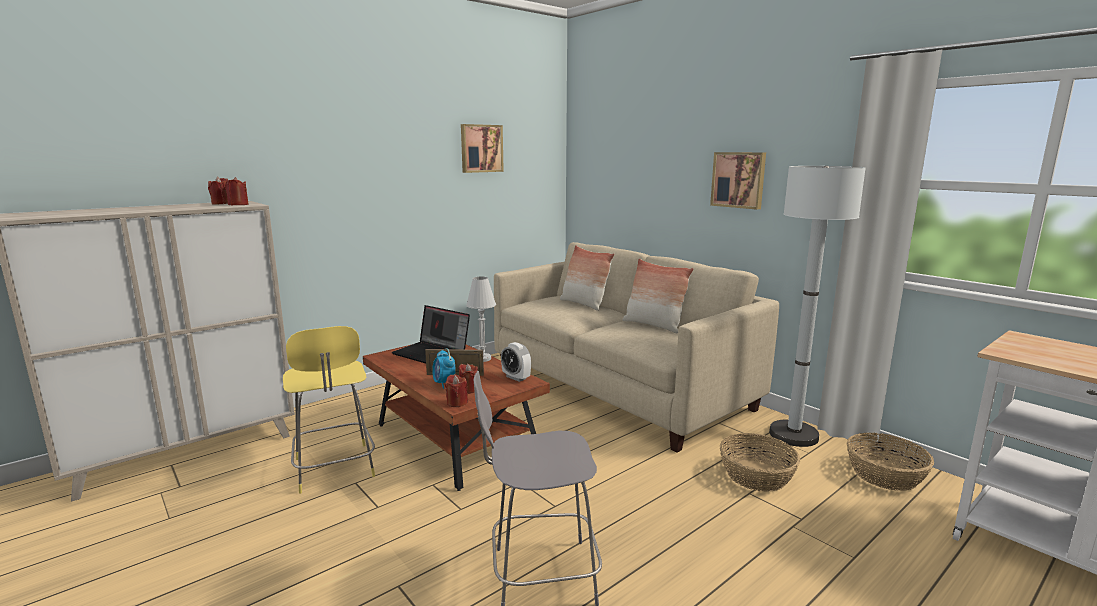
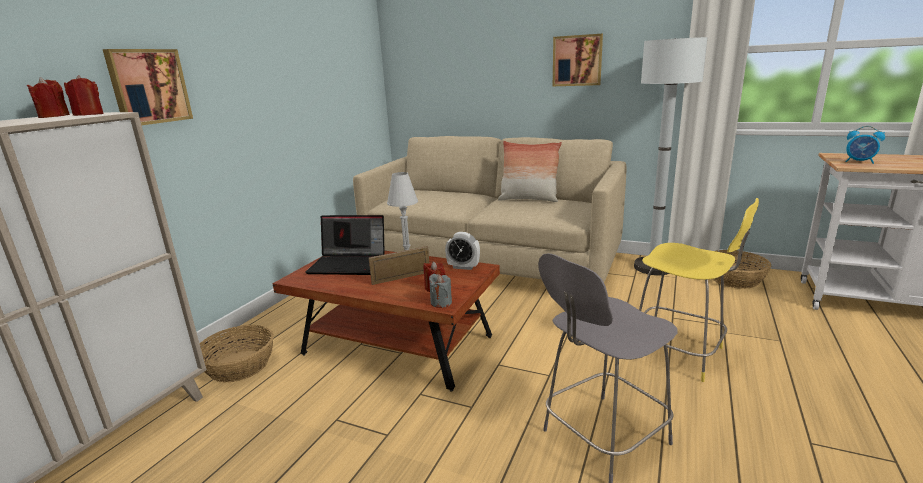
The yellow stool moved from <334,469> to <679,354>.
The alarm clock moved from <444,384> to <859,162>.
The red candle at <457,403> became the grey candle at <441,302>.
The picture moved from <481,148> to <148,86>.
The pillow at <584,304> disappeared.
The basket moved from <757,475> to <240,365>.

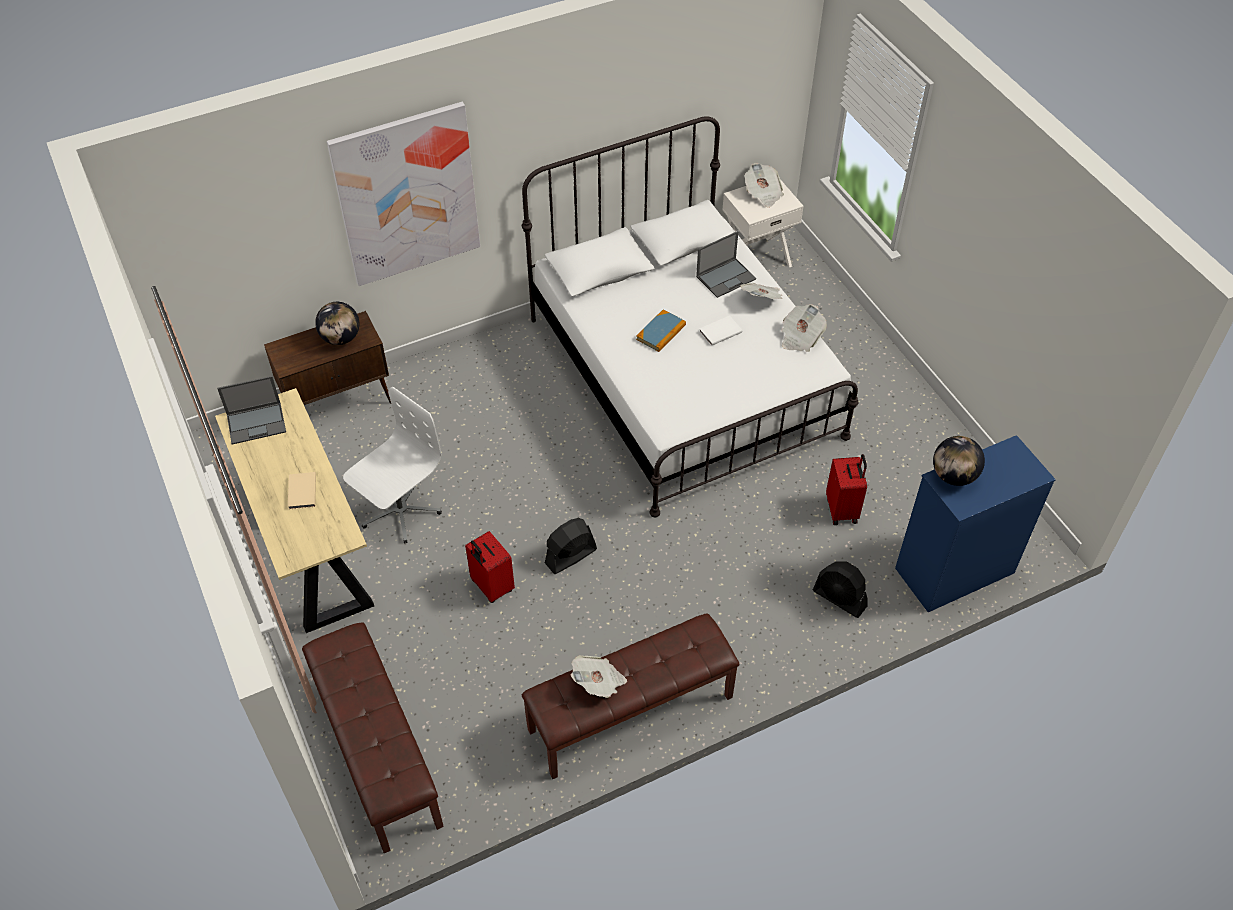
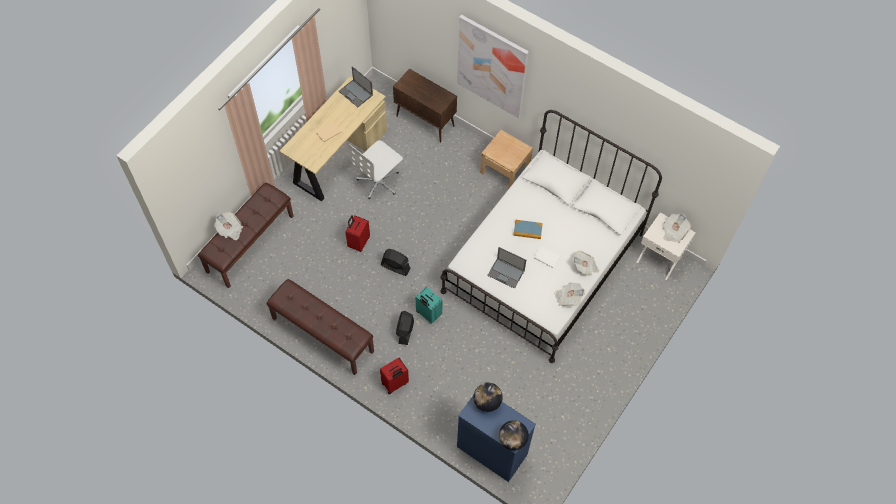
The globe moved from <341,338> to <512,440>.
The white office chair at <400,510> turned 120 degrees clockwise.
The newspaper moved from <599,683> to <230,230>.
The laptop moved from <726,277> to <506,273>.
The black fan moved from <839,599> to <405,331>.
The red suitcase moved from <842,510> to <395,384>.
The turquoise suitcase at <428,314> appeared.
The beige nightstand at <505,170> appeared.

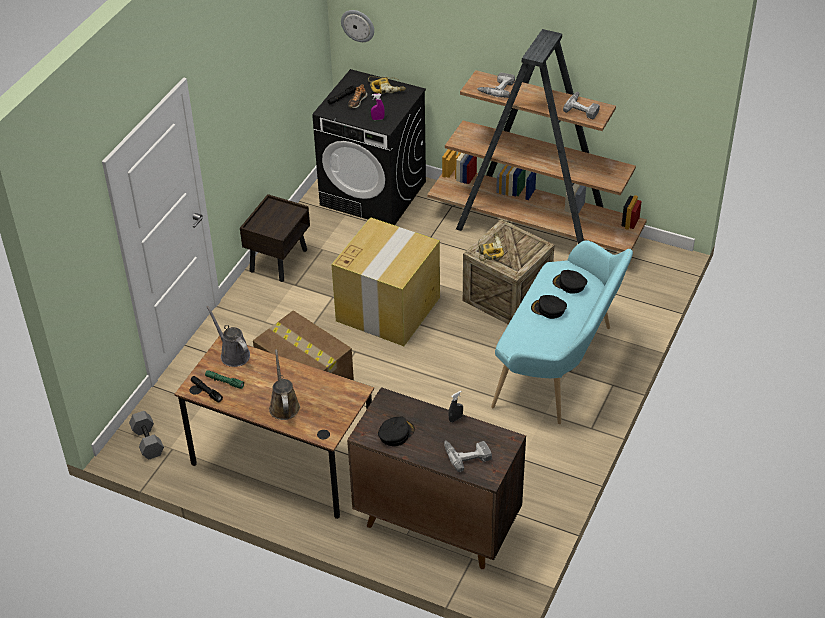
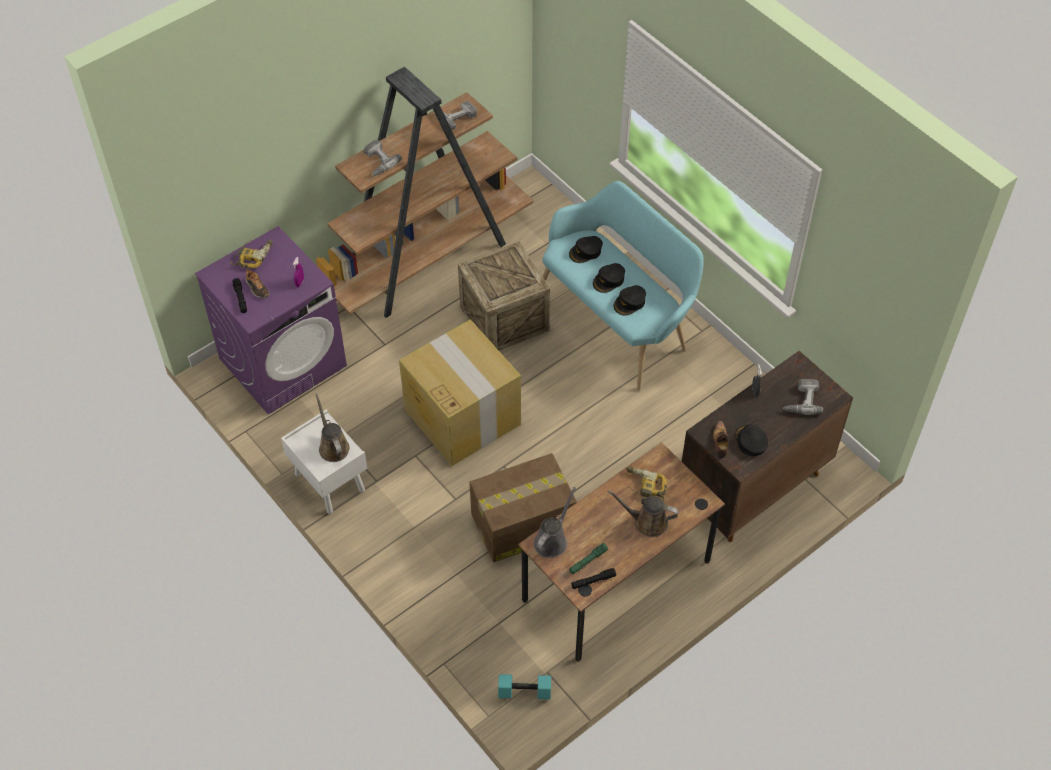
The grey dumbbell at <147,441> became the turquoise dumbbell at <524,692>.
The grey watering can at <233,354> turned 135 degrees clockwise.
The brown nightstand at <278,260> became the white nightstand at <329,482>.
The black washing machine at <374,193> became the purple washing machine at <283,361>.
The wall clock at <358,25> disappeared.
The power drill moved from <489,250> to <645,486>.
The brown watering can at <333,446> appeared.
The black cap at <630,303> appeared.
The shoe at <720,442> appeared.

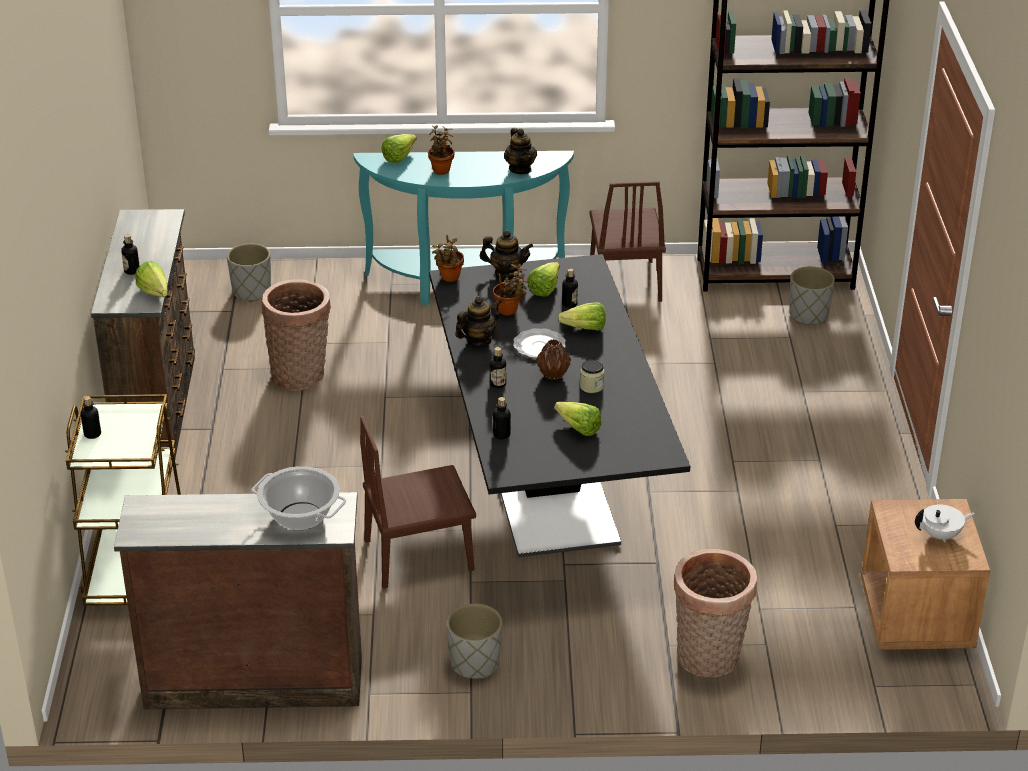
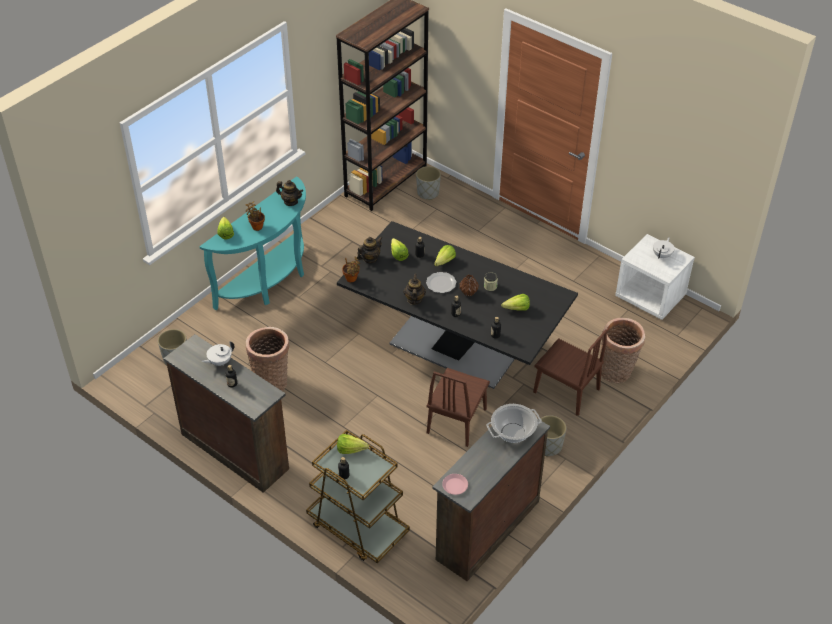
The lettuce moved from <155,295> to <353,451>.
The potted plant at <510,311> disappeared.
The brown chair moved from <625,281> to <566,390>.
The brown nightstand at <916,617> became the white nightstand at <650,297>.
The white teapot at <219,362> appeared.
The pink plate at <455,486> appeared.

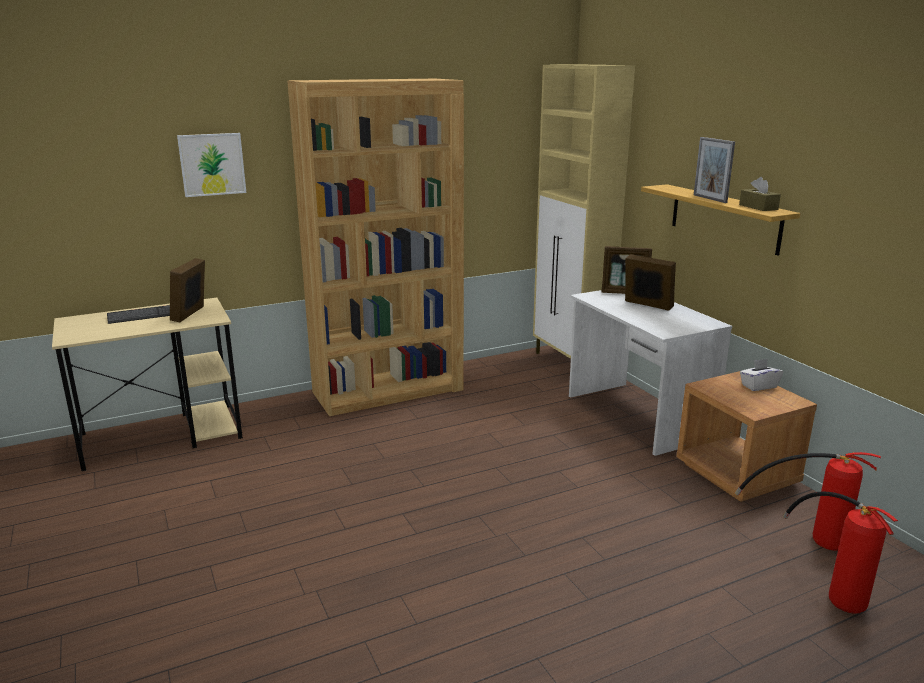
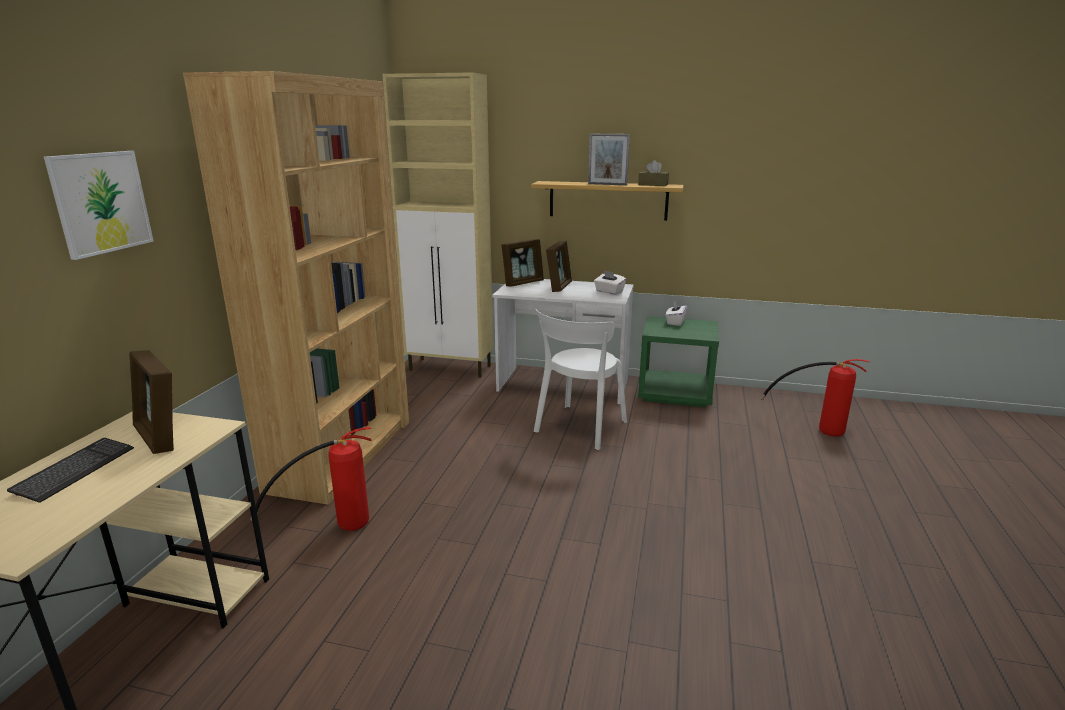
The picture frame at <647,305> turned 120 degrees clockwise.
The brown nightstand at <737,474> became the green nightstand at <675,393>.
The fire extinguisher moved from <808,536> to <334,526>.
The white chair at <578,428> appeared.
The white tissue box at <609,292> appeared.

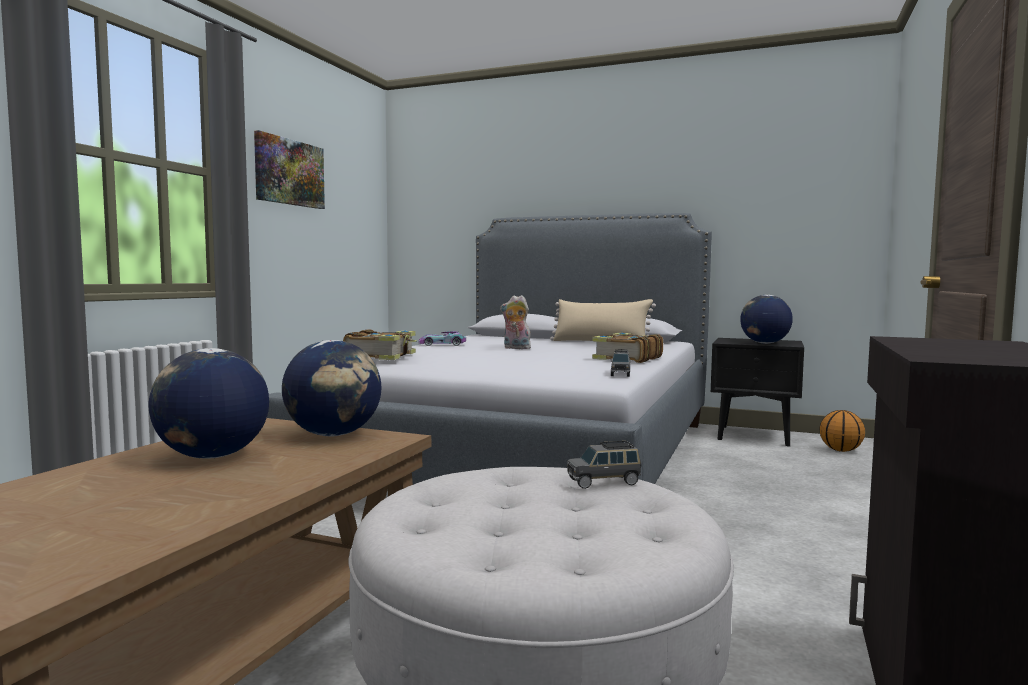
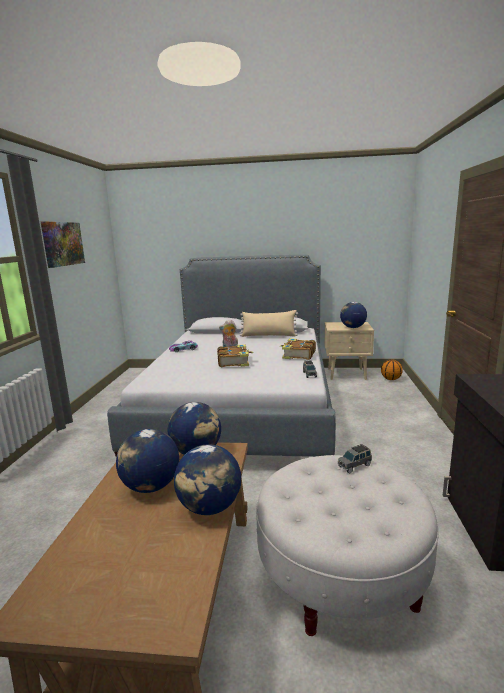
The book moved from <382,356> to <234,362>.
The black nightstand at <755,436> became the beige nightstand at <347,374>.
The globe at <210,507> appeared.

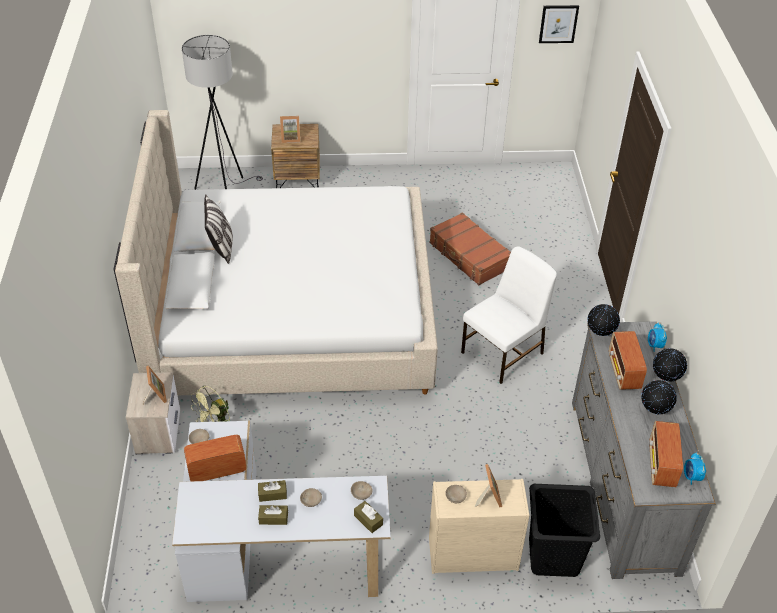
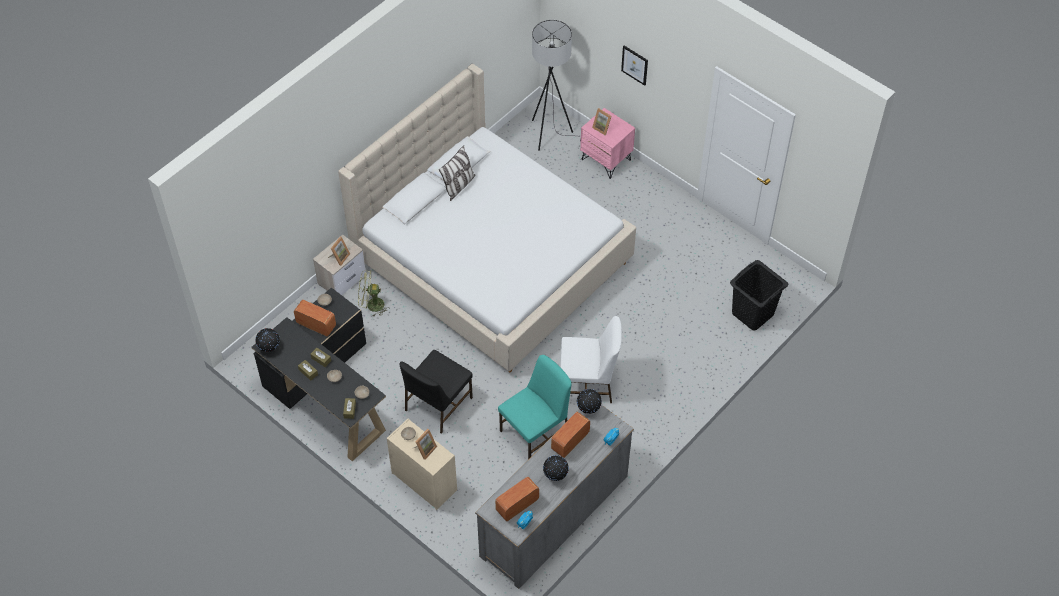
The white desk at <269,550> became the black desk at <327,392>.
The brown nightstand at <297,180> became the pink nightstand at <606,159>.
The brown suitcase at <469,256> disappeared.
The black laundry basket moved from <553,555> to <752,313>.
The picture moved from <558,24> to <635,65>.
The globe moved from <665,379> to <269,348>.
The black chair at <437,404> appeared.
The turquoise chair at <536,432> appeared.

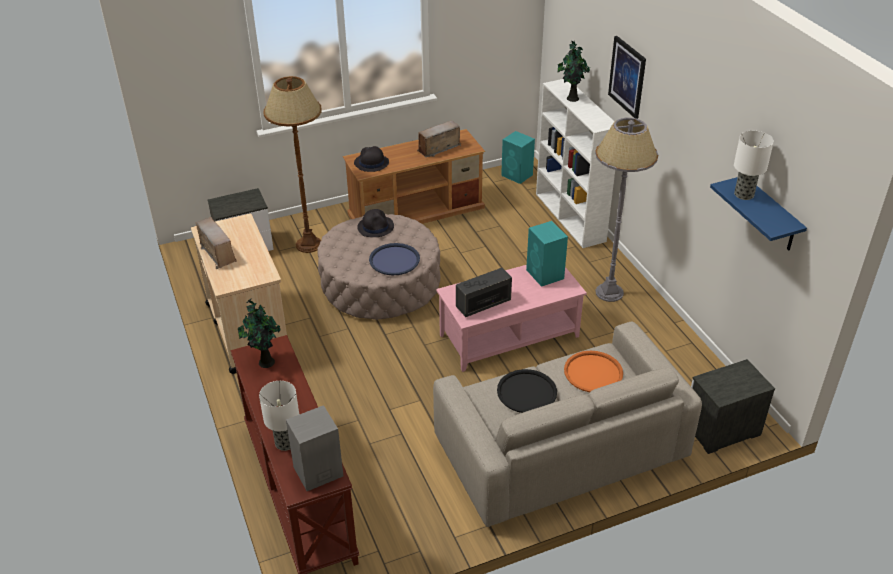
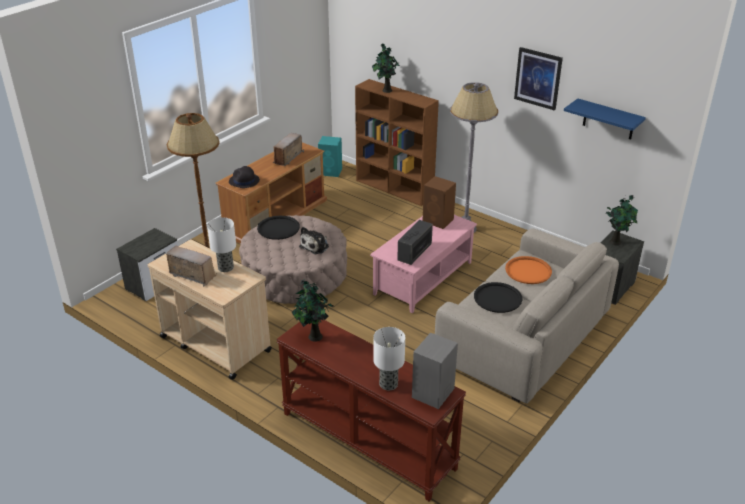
The black hat at <376,227> was replaced by the black tray at <278,228>.
The blue tray at <394,260> was replaced by the plush toy at <315,246>.
The turquoise speaker at <545,275> became the brown speaker at <438,221>.
The white bookcase at <570,217> became the brown bookcase at <395,189>.
The picture moved from <627,77> to <538,78>.
The table lamp moved from <744,194> to <226,267>.
The potted plant at <616,242> appeared.

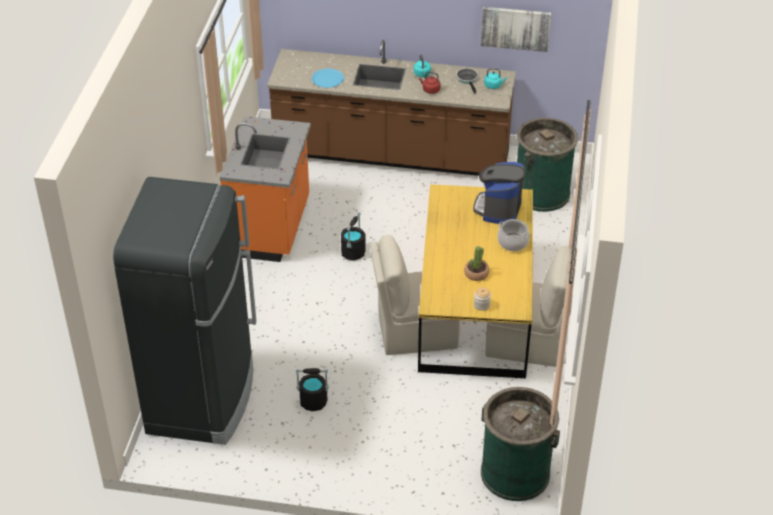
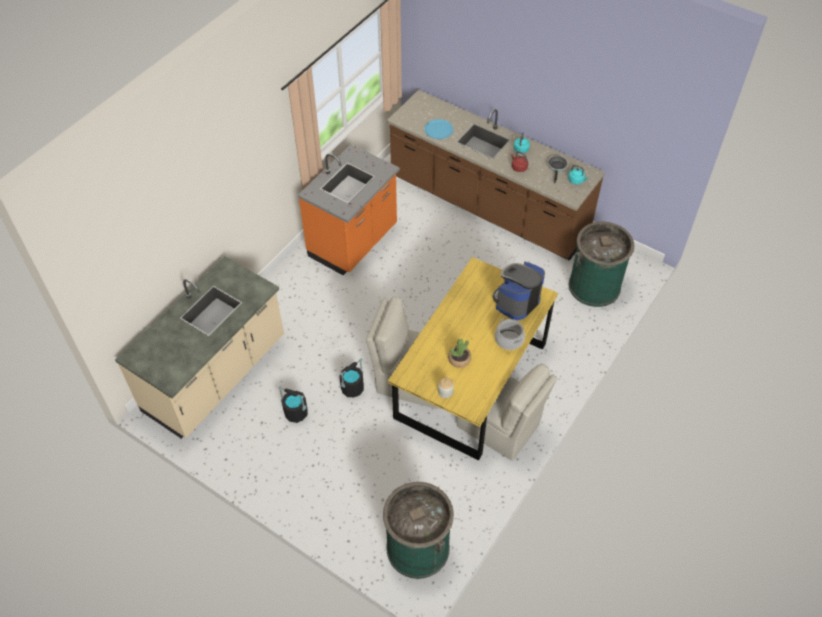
The black fridge at <202,398> was replaced by the beige counter at <216,375>.
The black bucket moved from <353,253> to <352,388>.
The picture at <515,28> disappeared.

